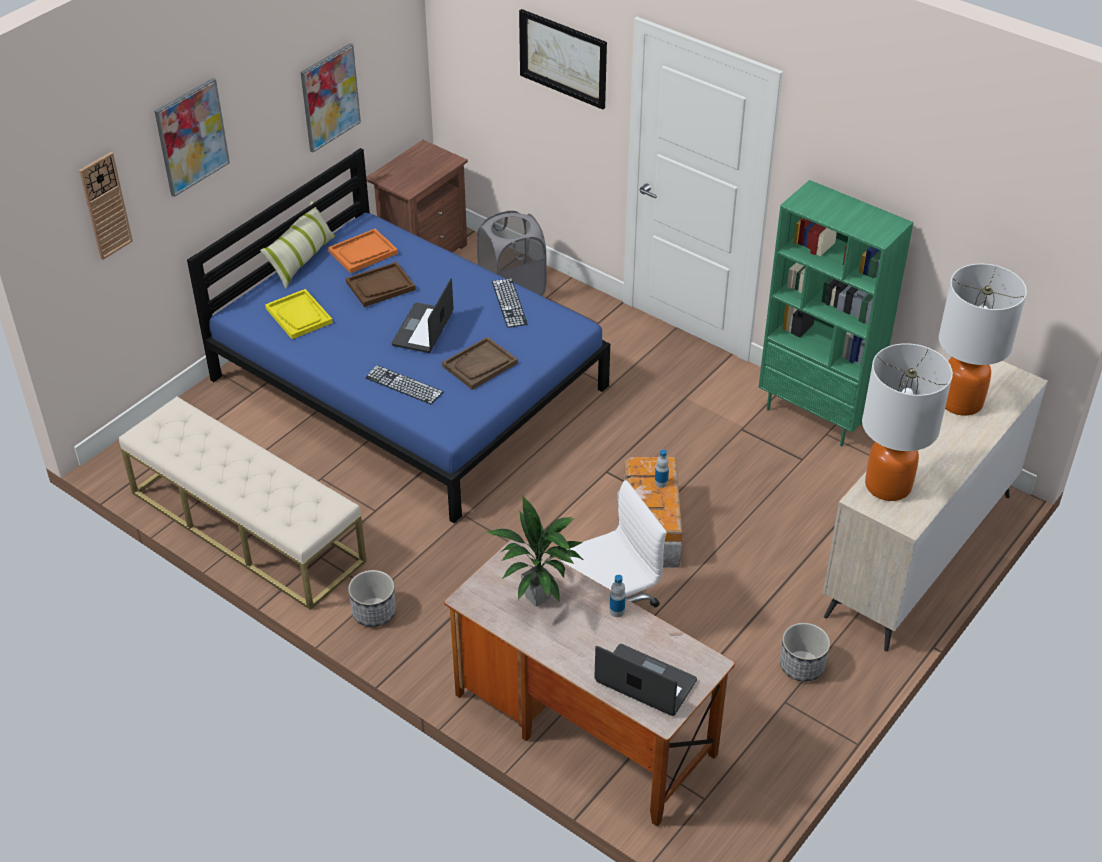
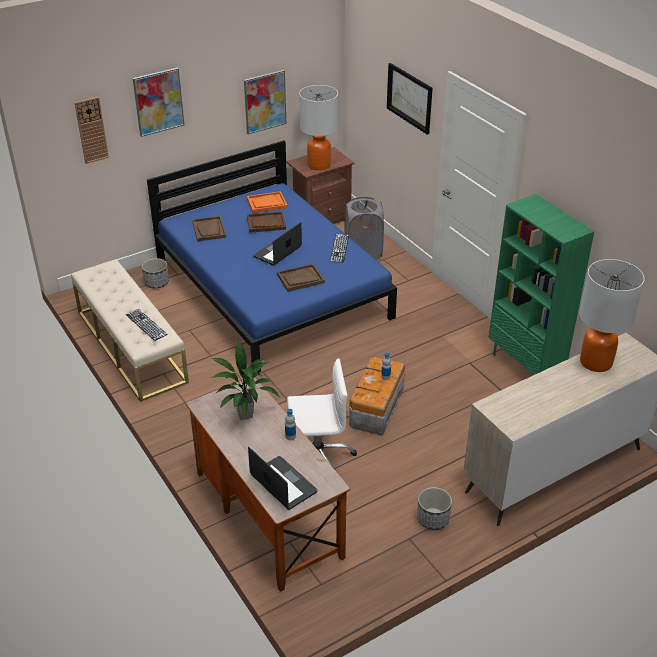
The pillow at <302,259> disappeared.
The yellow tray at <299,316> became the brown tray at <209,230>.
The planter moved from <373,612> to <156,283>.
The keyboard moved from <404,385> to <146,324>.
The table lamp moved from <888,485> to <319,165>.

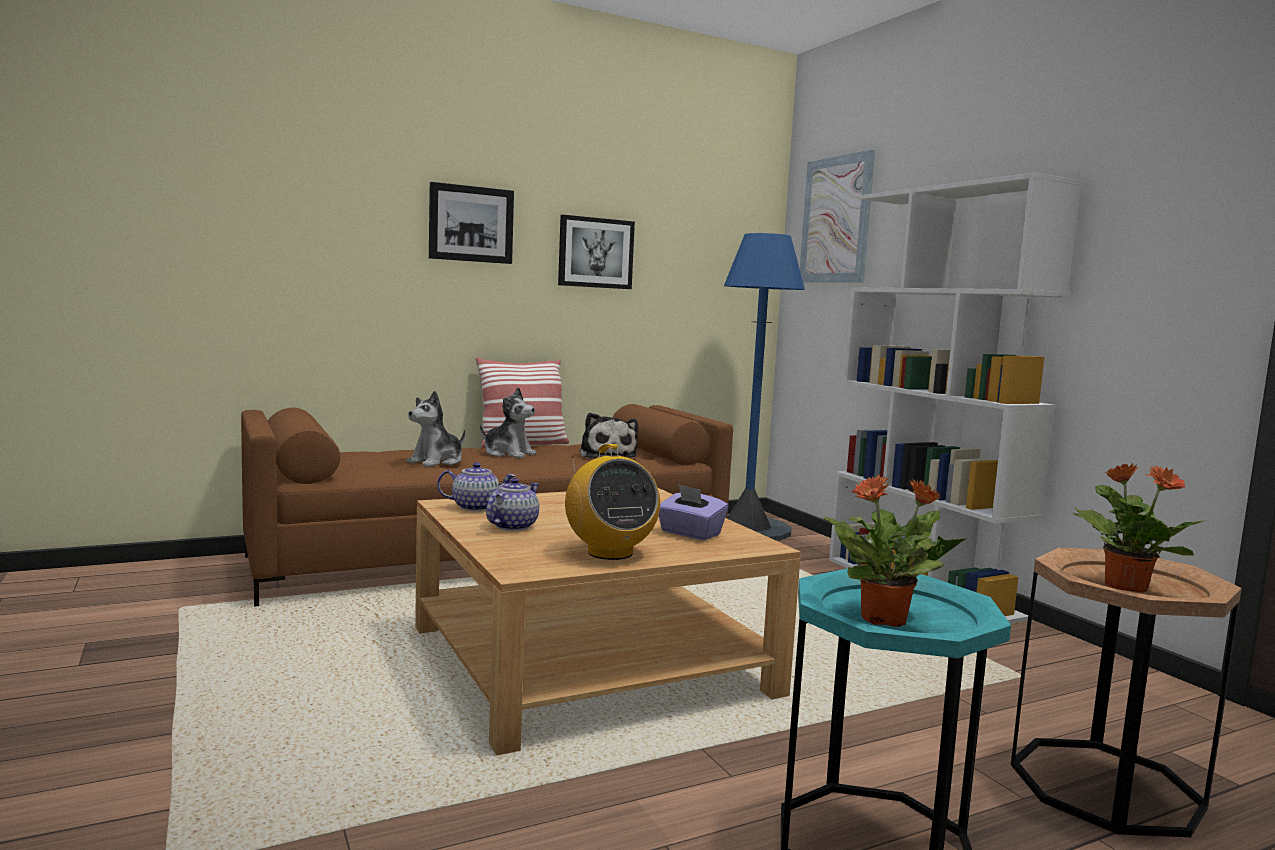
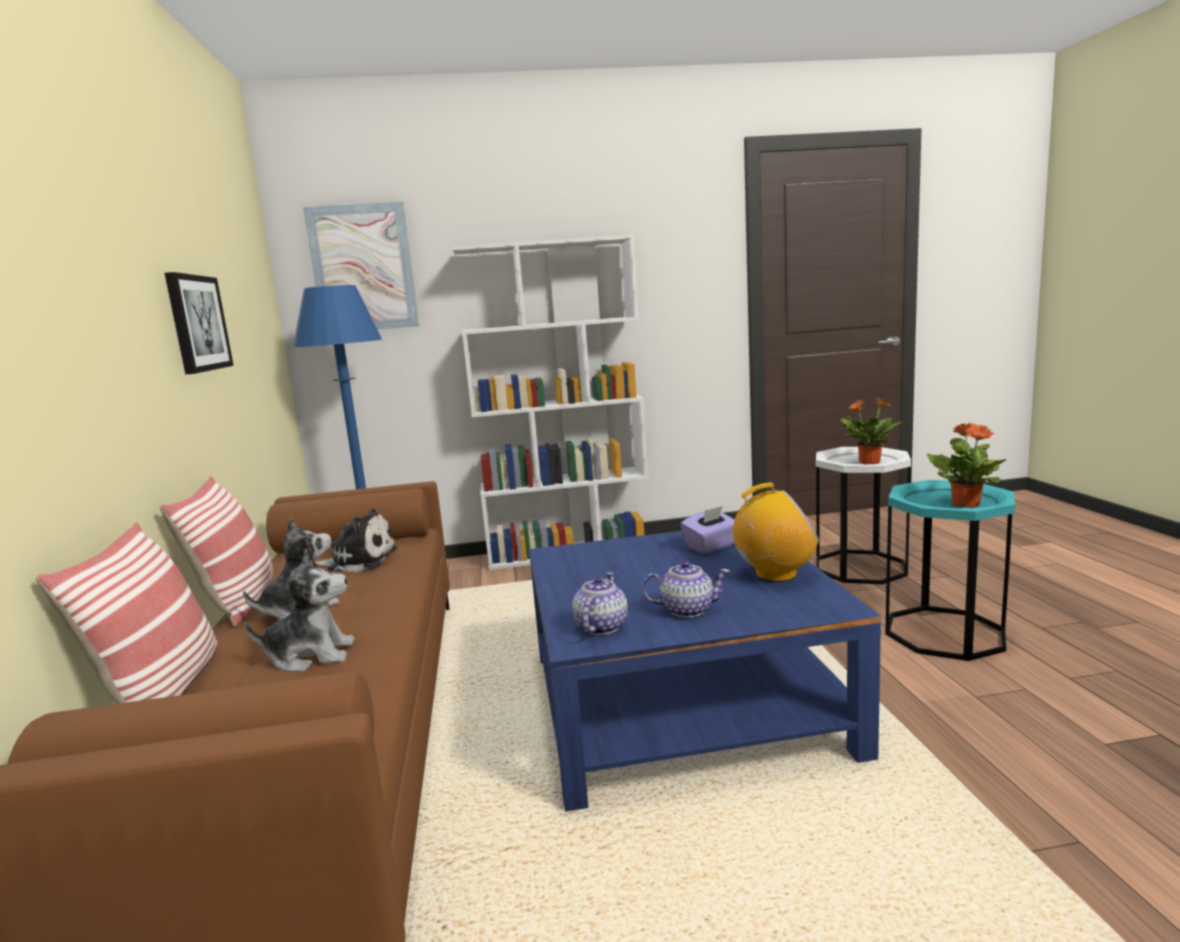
The plush toy at <437,462> turned 60 degrees counterclockwise.
The beige coffee table at <589,661> became the blue coffee table at <682,701>.
The picture at <471,224> disappeared.
The teapot at <512,526> turned 135 degrees clockwise.
The brown side table at <1105,786> became the white side table at <860,567>.
The pillow at <164,690> appeared.

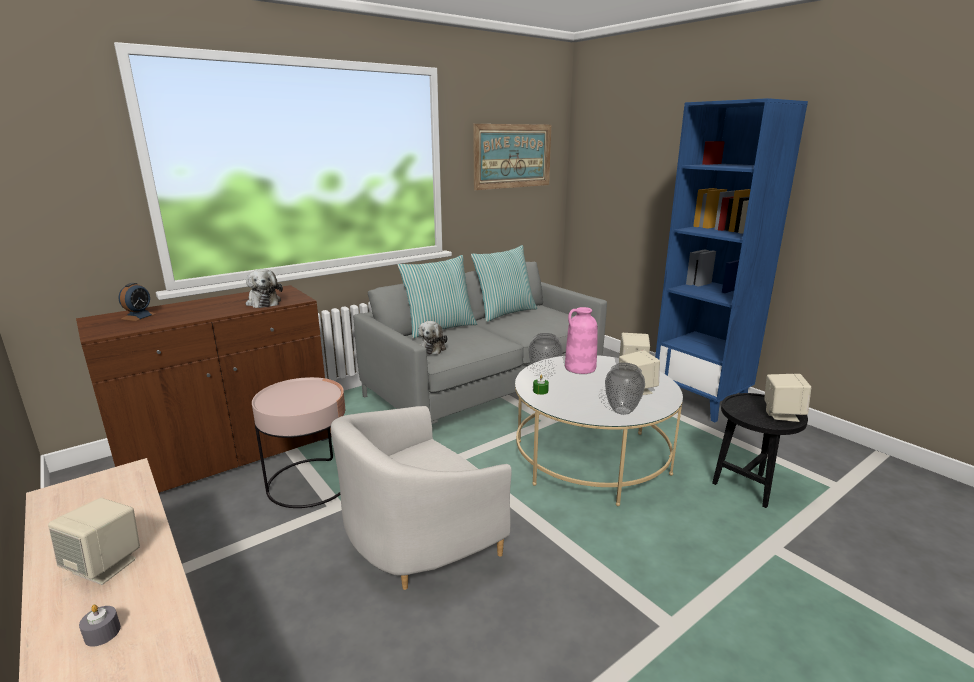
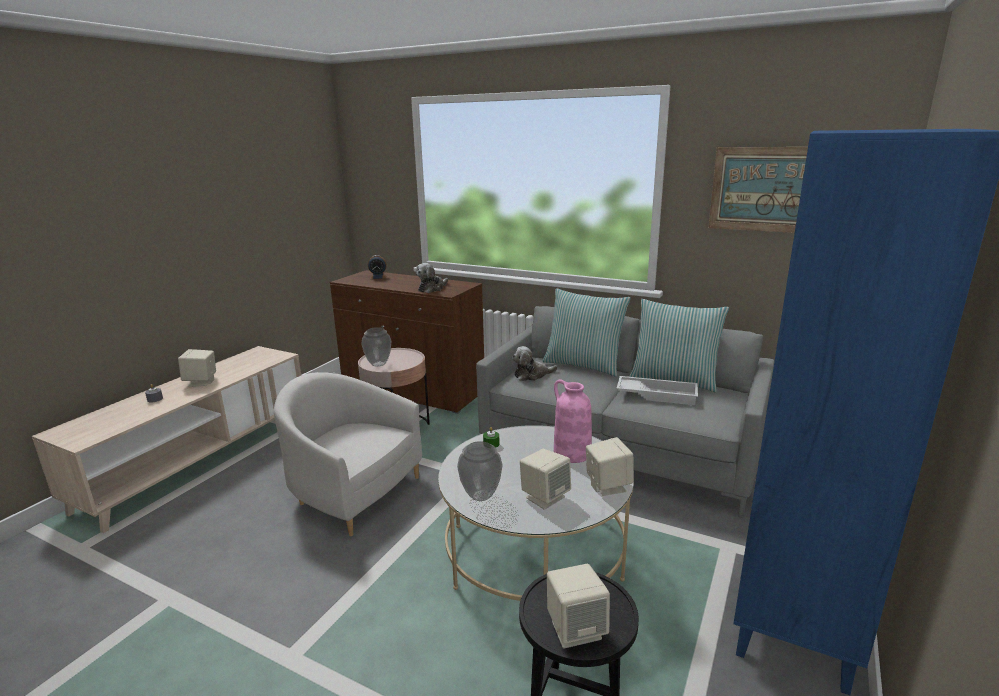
The vase moved from <544,375> to <378,364>.
The white tray at <657,394> appeared.

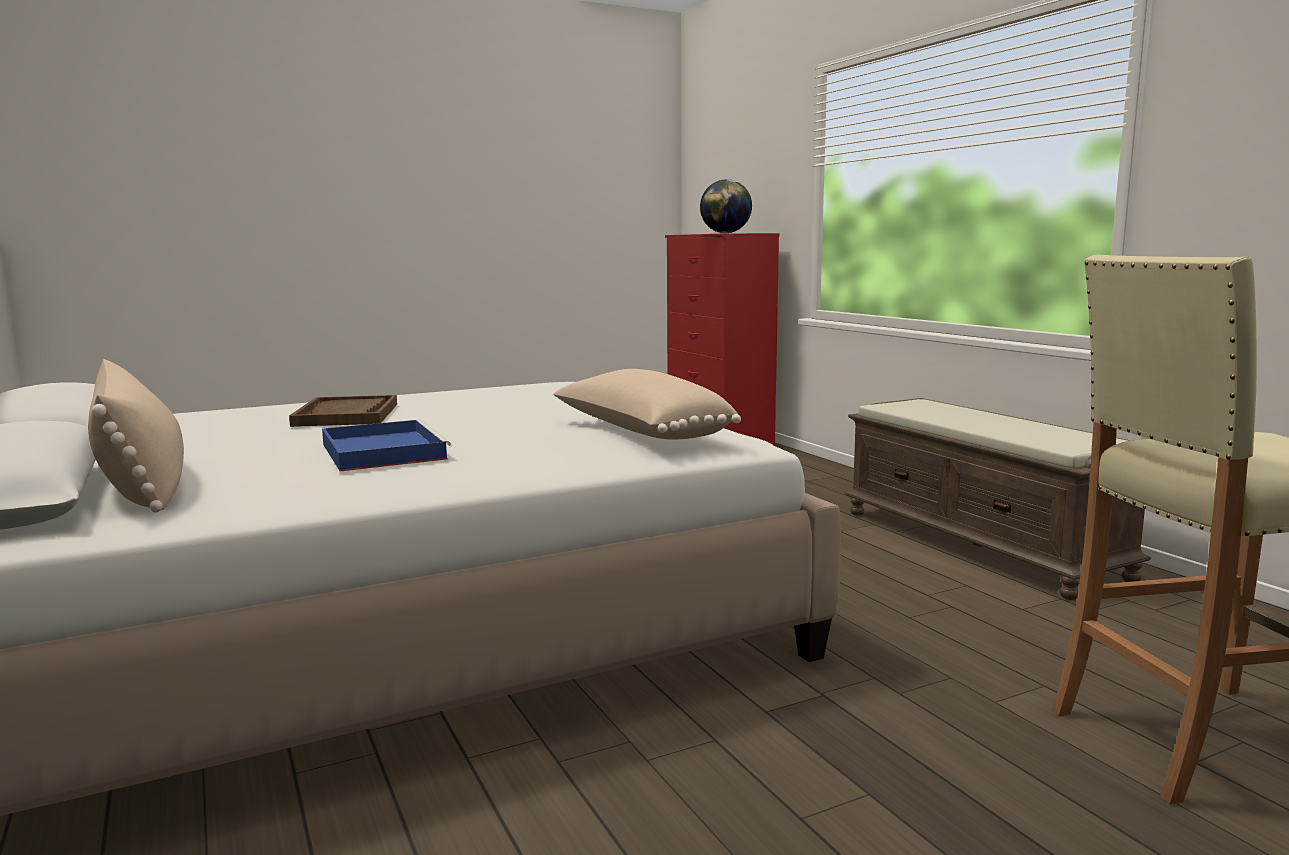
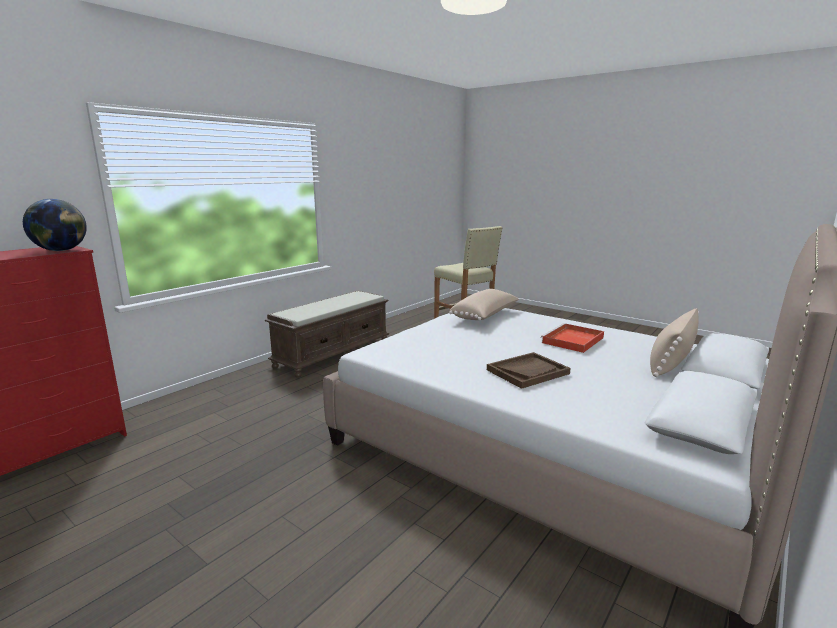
The blue tray at <382,451> became the red tray at <572,341>.

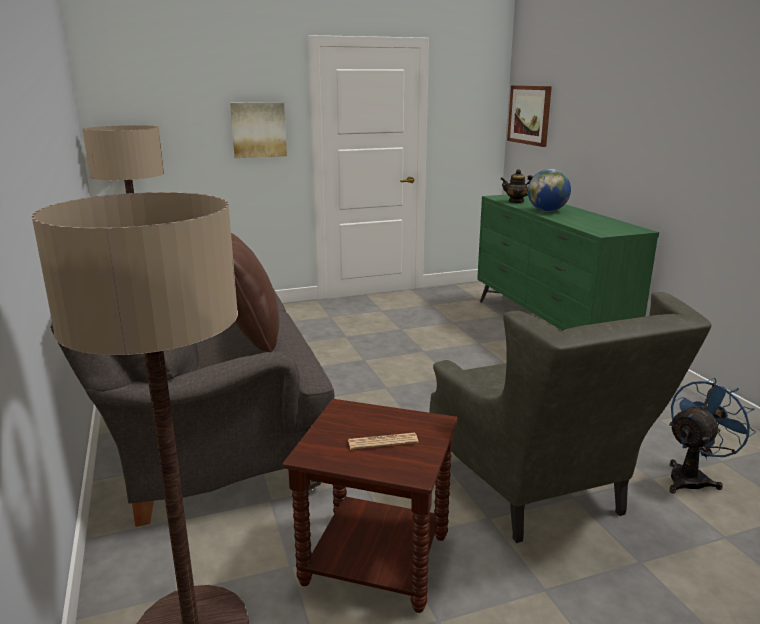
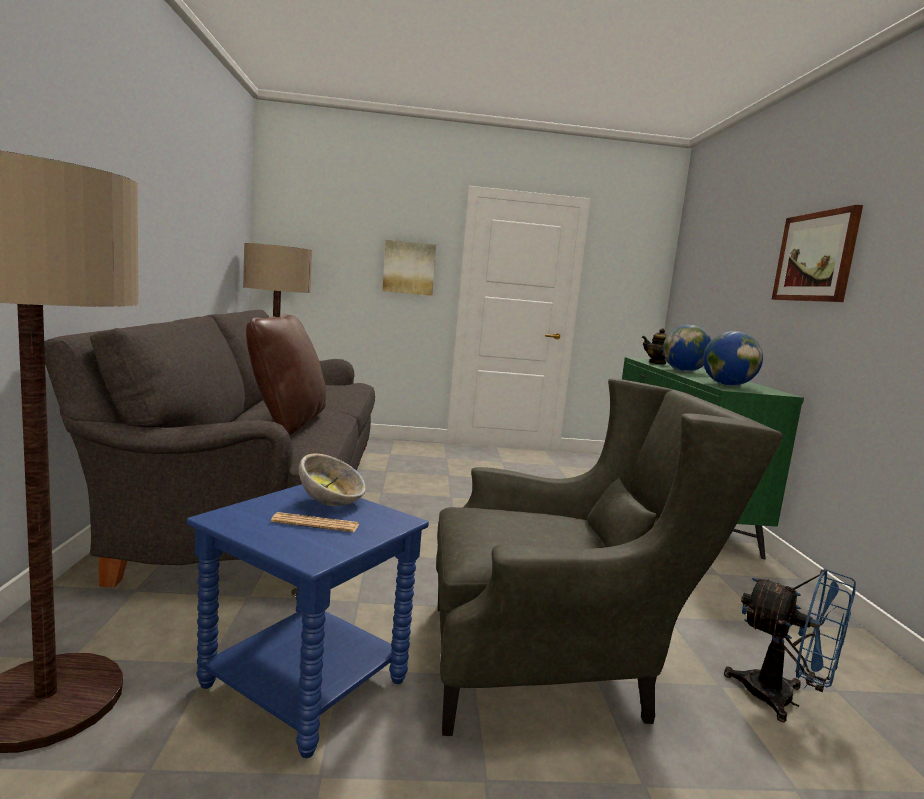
The brown side table at <374,561> became the blue side table at <302,684>.
The grey armchair at <539,494> turned 90 degrees counterclockwise.
The picture moved from <529,115> to <815,257>.
The blue fan at <693,478> turned 60 degrees clockwise.
The bowl at <331,502> appeared.
The globe at <727,385> appeared.

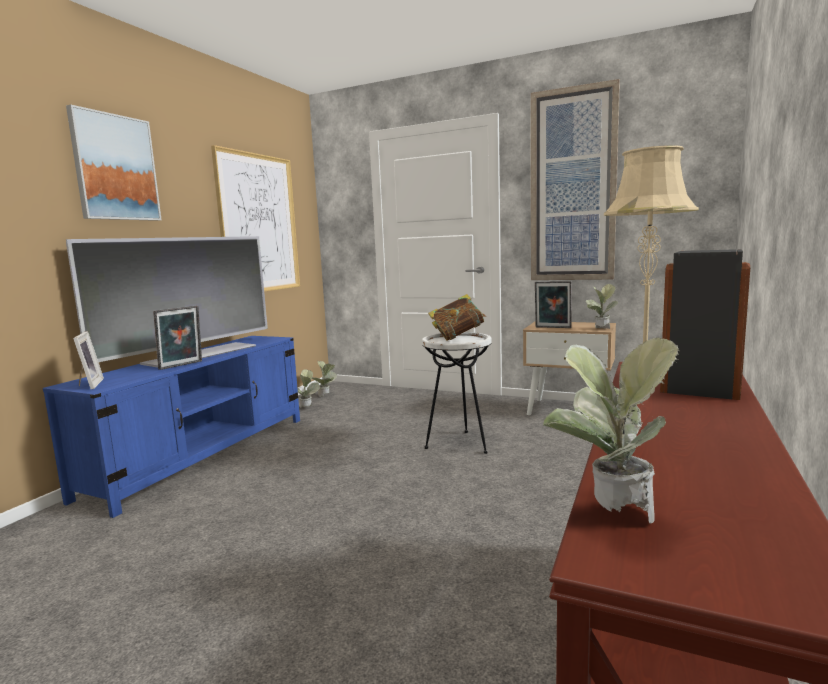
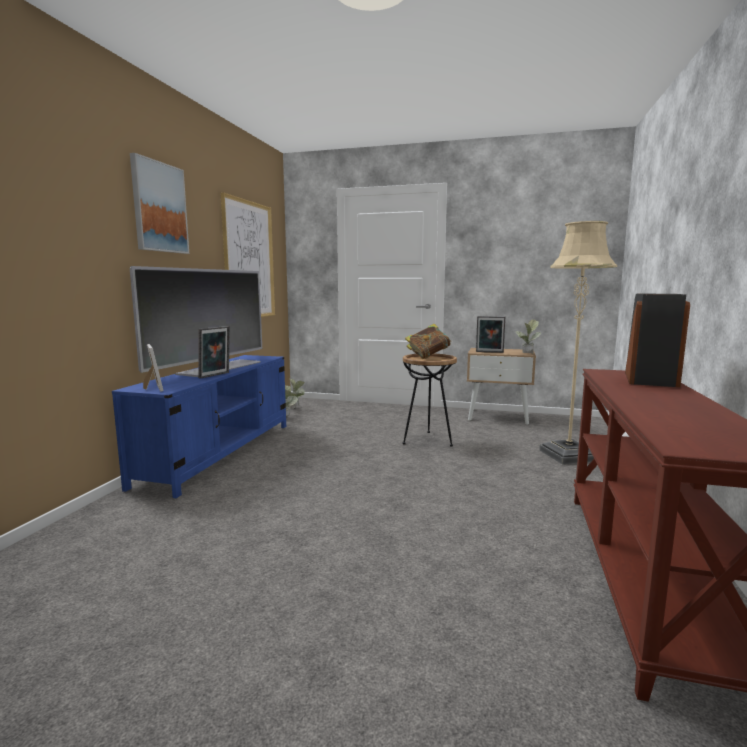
The white side table at <459,444> became the brown side table at <428,440>.
The picture at <573,186> disappeared.
The potted plant at <609,516> disappeared.

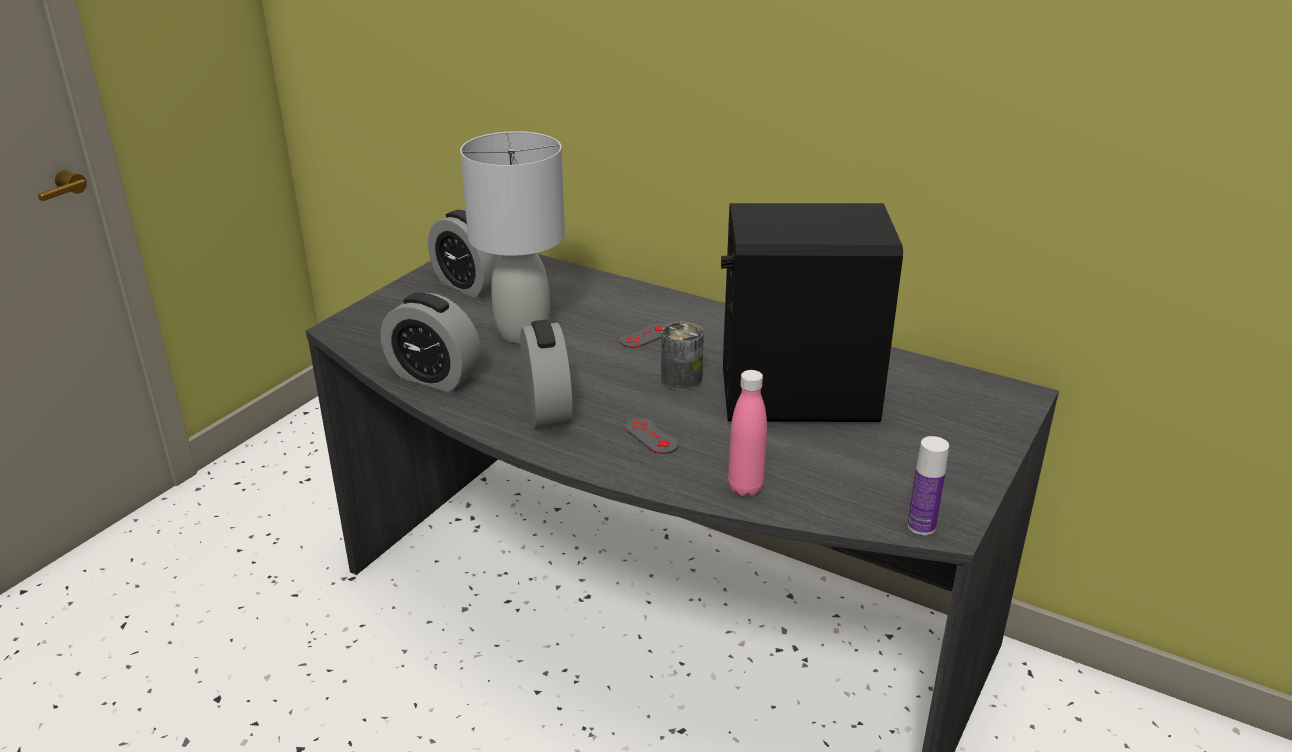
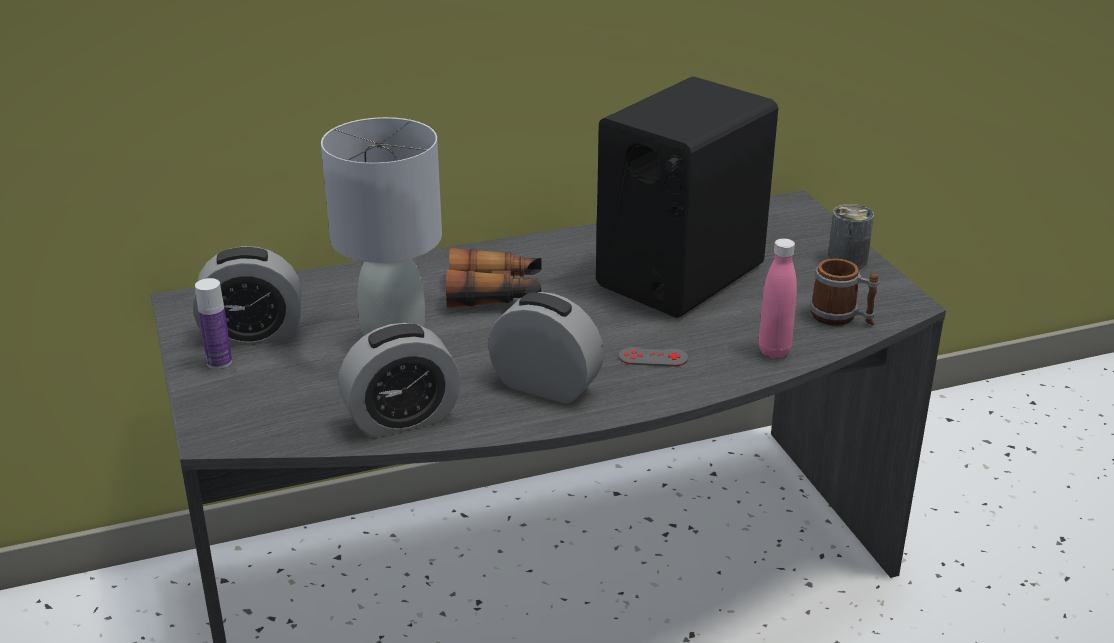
The grey game controller at <645,336> was replaced by the binoculars at <495,293>.
The can moved from <681,379> to <847,260>.
The bottle moved from <921,526> to <219,362>.
The mug at <841,317> appeared.

